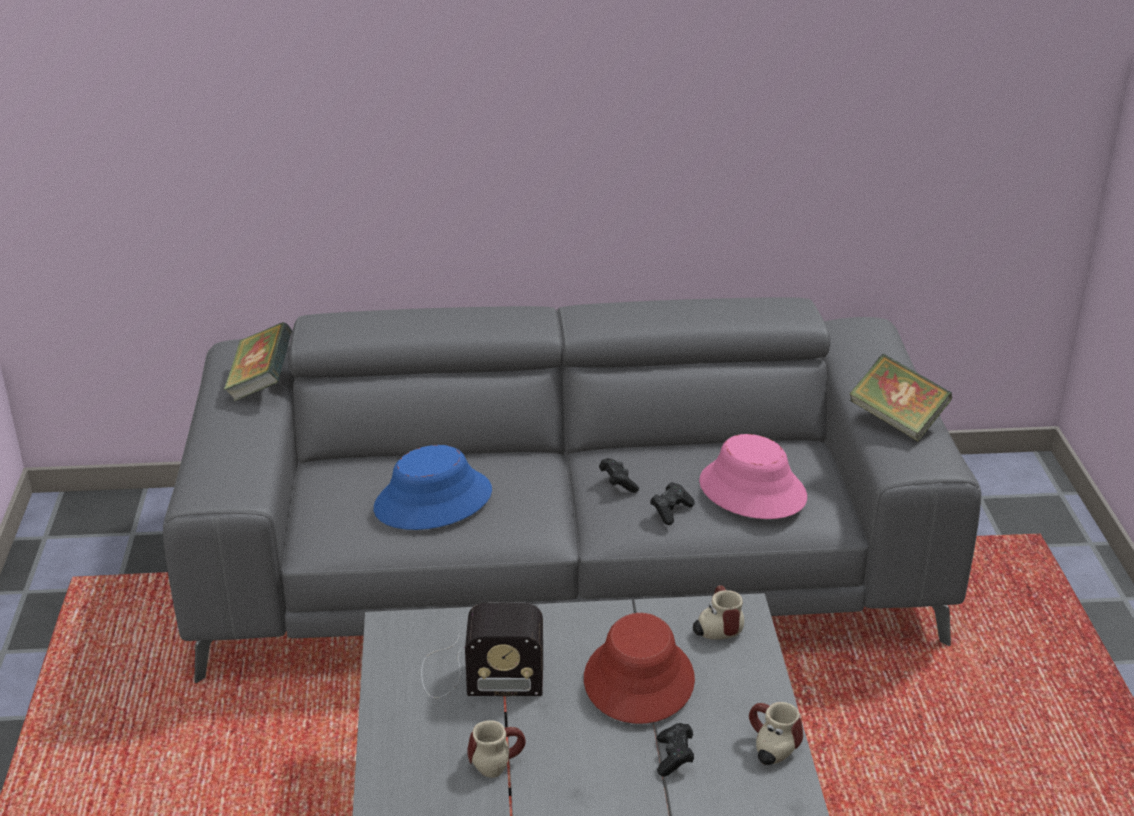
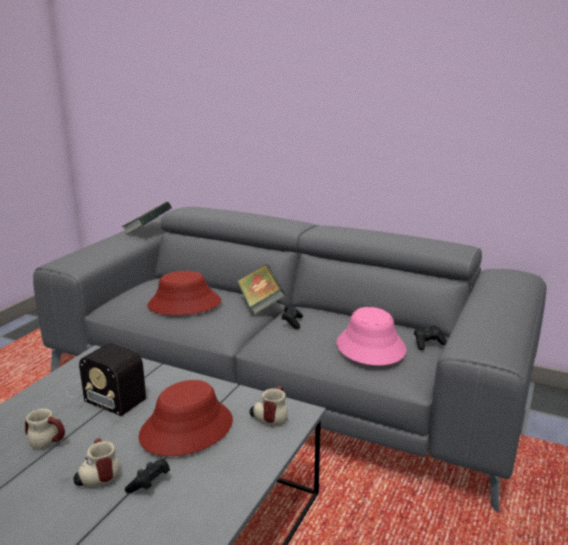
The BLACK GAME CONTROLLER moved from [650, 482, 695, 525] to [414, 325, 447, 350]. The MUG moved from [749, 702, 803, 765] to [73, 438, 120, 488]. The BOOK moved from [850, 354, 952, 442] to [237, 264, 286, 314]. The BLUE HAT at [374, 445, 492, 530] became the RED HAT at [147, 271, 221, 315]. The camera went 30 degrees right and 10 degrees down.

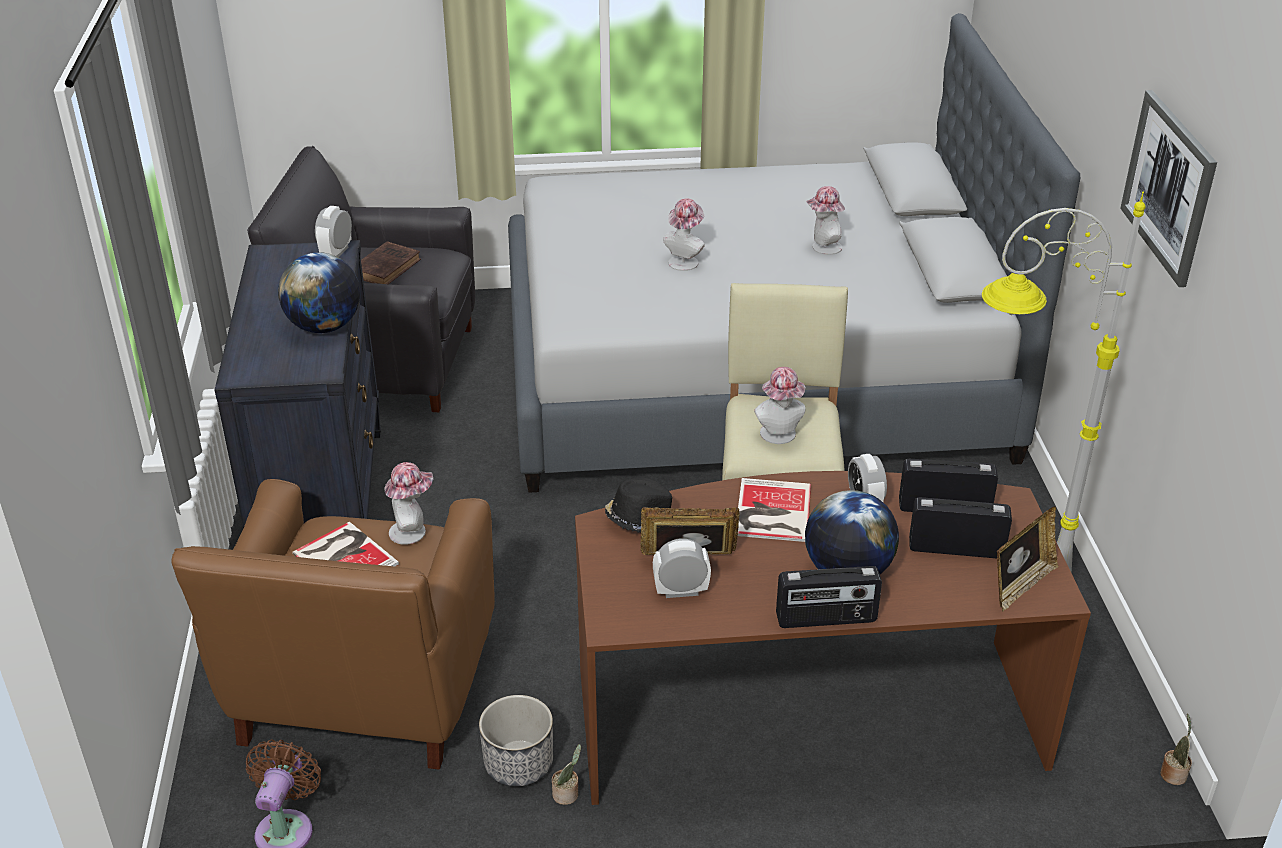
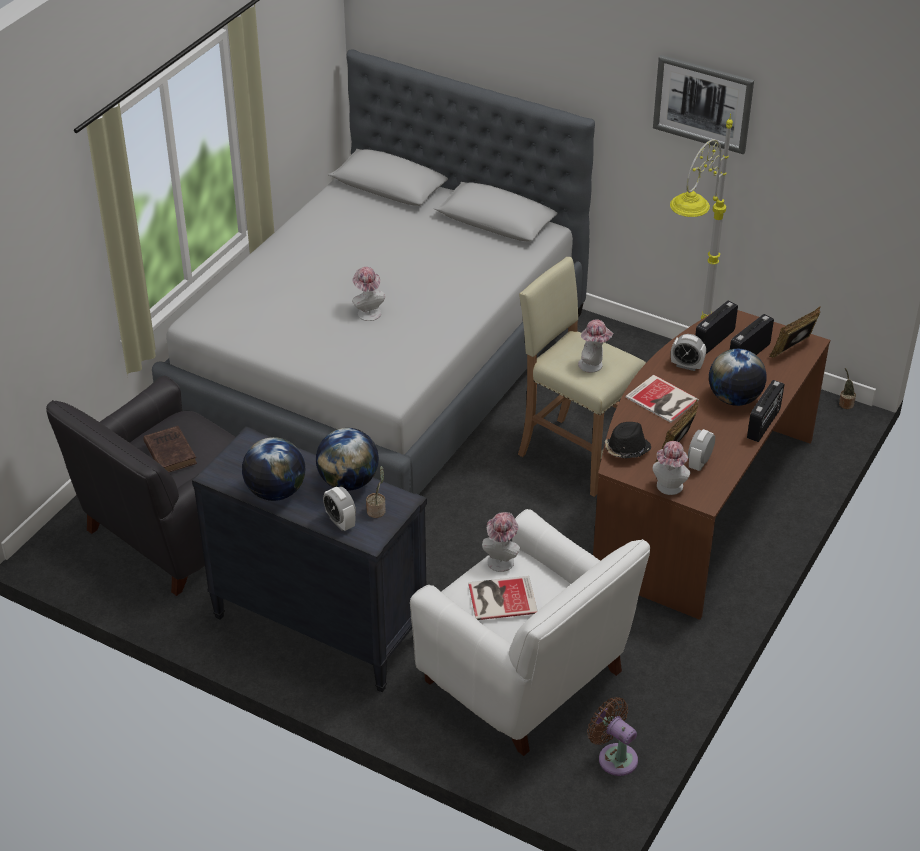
The PLANTER at [479, 695, 553, 787] disappeared. The GLOBE at [242, 437, 305, 501] appeared. The ALARM CLOCK moved from [315, 206, 352, 257] to [323, 487, 356, 531]. The POTTED PLANT moved from [552, 744, 581, 805] to [366, 466, 386, 518]. The HAT moved from [806, 186, 845, 255] to [653, 441, 691, 495]. The BROWN ARMCHAIR at [171, 479, 495, 770] became the WHITE ARMCHAIR at [410, 509, 650, 756]. The PICTURE FRAME at [997, 506, 1059, 612] turned 120 degrees counterclockwise. The camera went 55 degrees left and 5 degrees up.

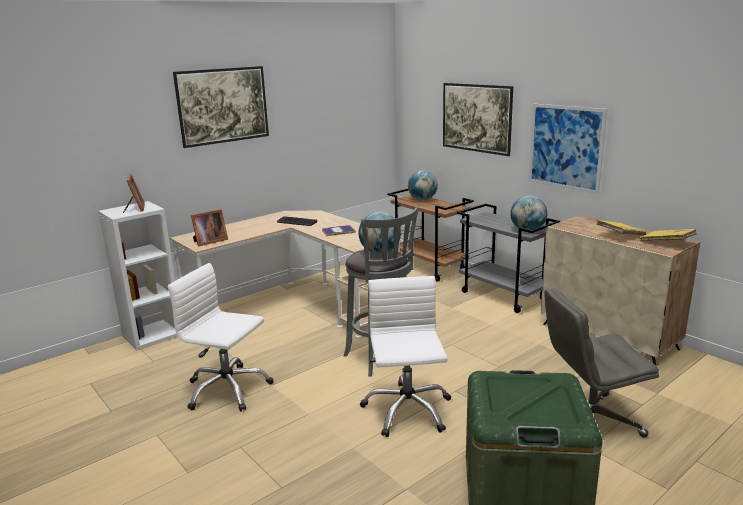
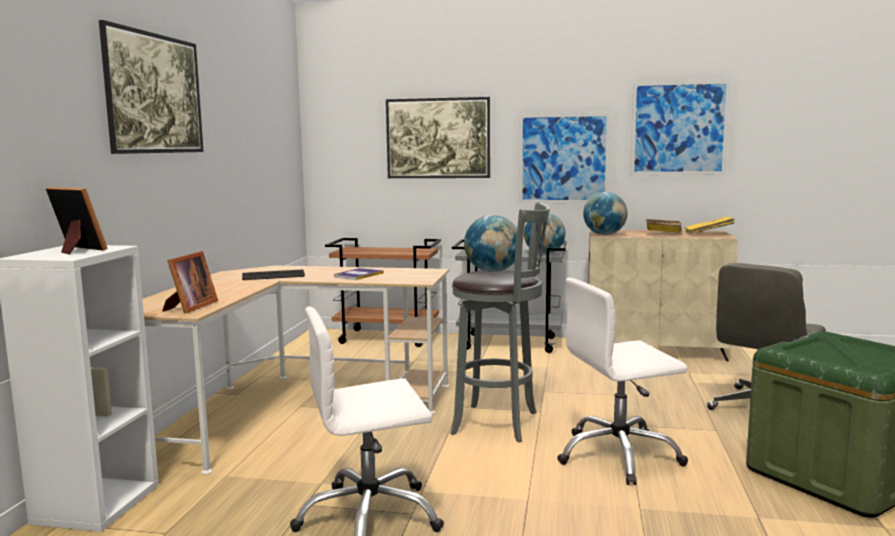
The PICTURE at [630, 80, 731, 175] appeared. The GLOBE moved from [408, 171, 438, 200] to [583, 192, 628, 235]. The WHITE OFFICE CHAIR at [360, 276, 451, 437] turned 60 degrees counterclockwise. The camera went 40 degrees left and 10 degrees down.

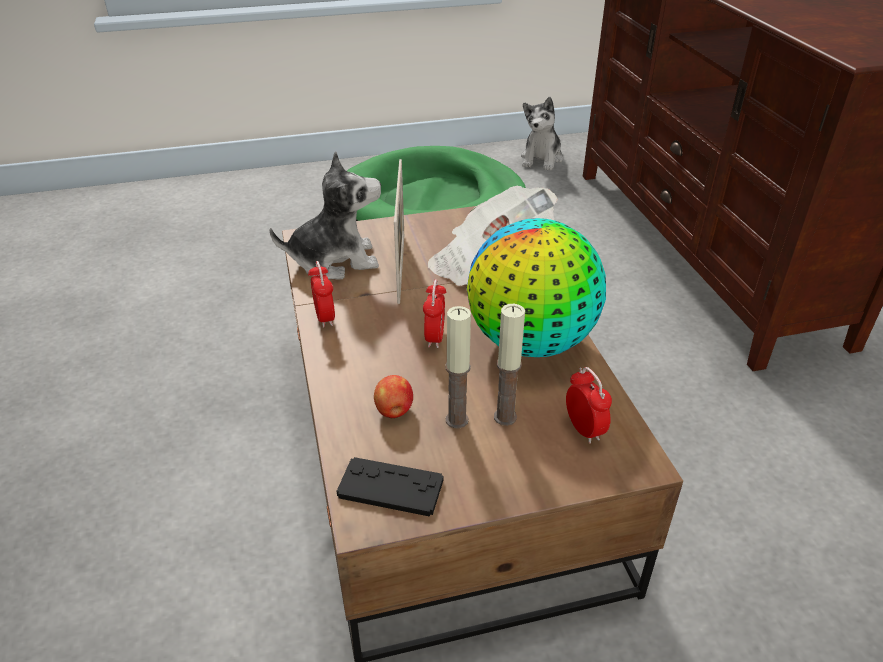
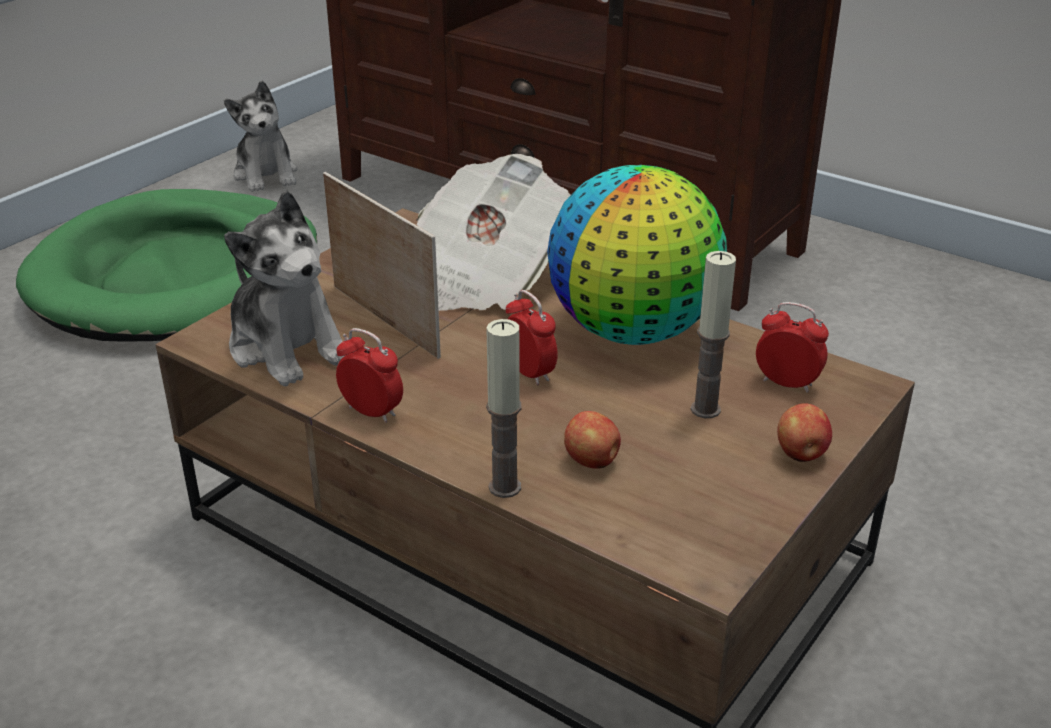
The BLACK GAME CONTROLLER at [337, 457, 443, 517] disappeared. The APPLE at [777, 403, 832, 462] appeared. The CANDLE moved from [445, 306, 471, 428] to [486, 319, 521, 498]. The PLUSH TOY at [269, 151, 381, 280] turned 105 degrees clockwise. The camera went 40 degrees left and 5 degrees down.

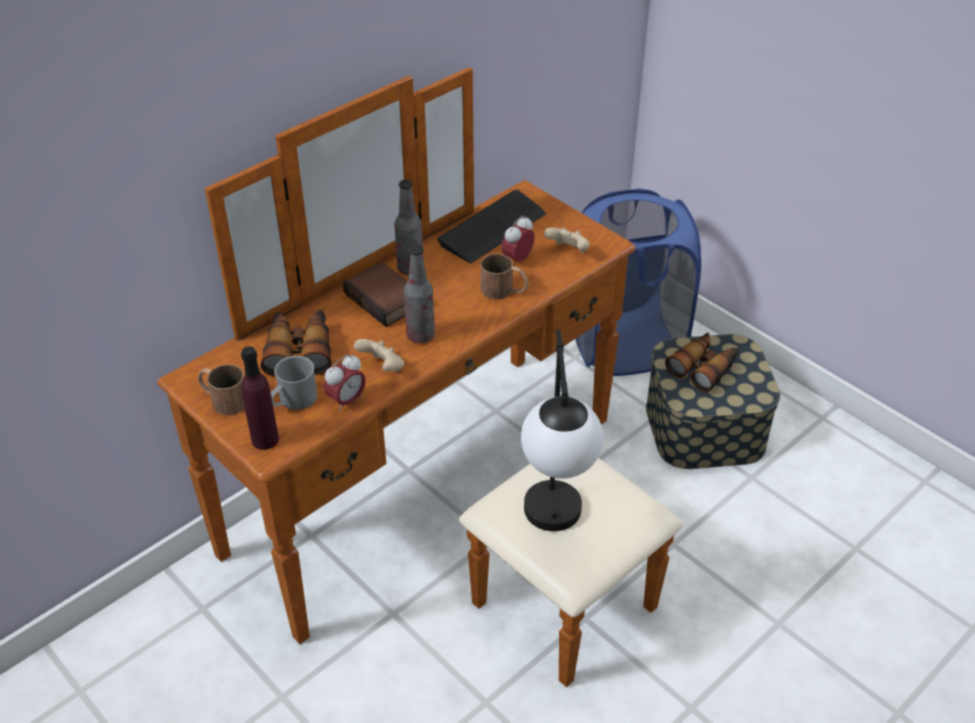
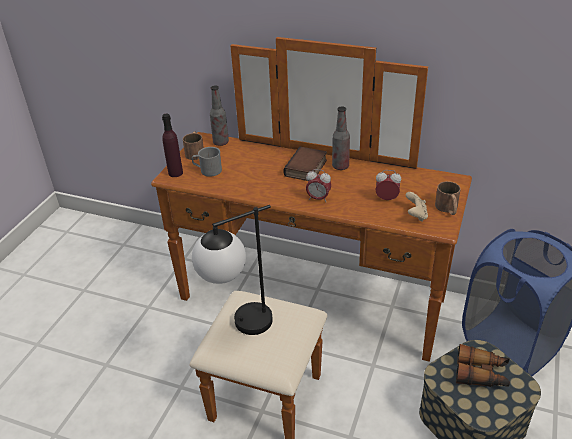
The BINOCULARS at [261, 310, 331, 377] disappeared. The BEIGE GAME CONTROLLER at [354, 339, 404, 372] disappeared. The KEYBOARD at [437, 189, 546, 263] disappeared. The ALARM CLOCK moved from [324, 355, 366, 412] to [306, 169, 331, 202]. The BOTTLE moved from [404, 244, 435, 343] to [210, 85, 229, 146]. The BROWN MUG moved from [480, 254, 528, 299] to [435, 181, 461, 215]. The camera went 65 degrees right and 5 degrees down.

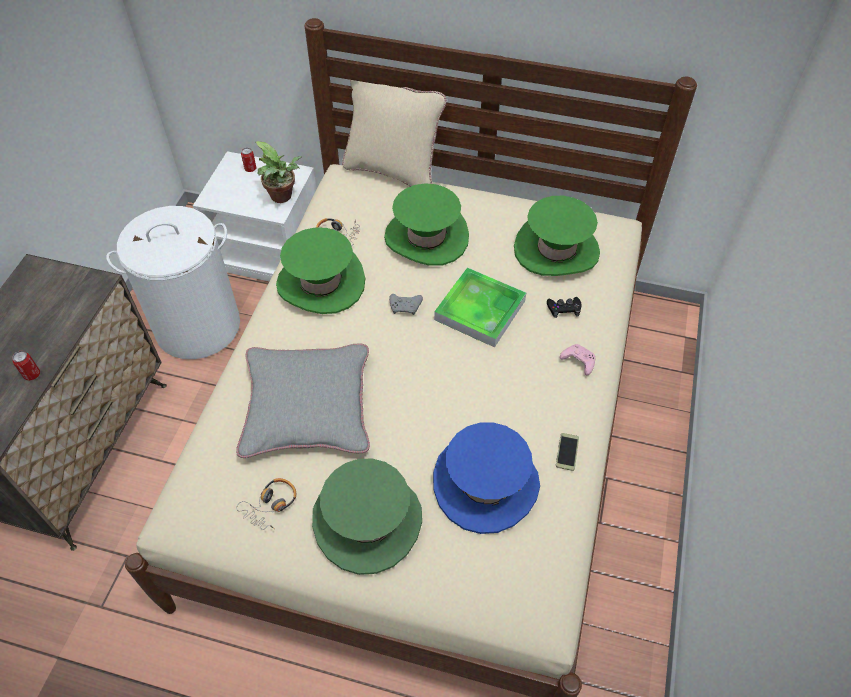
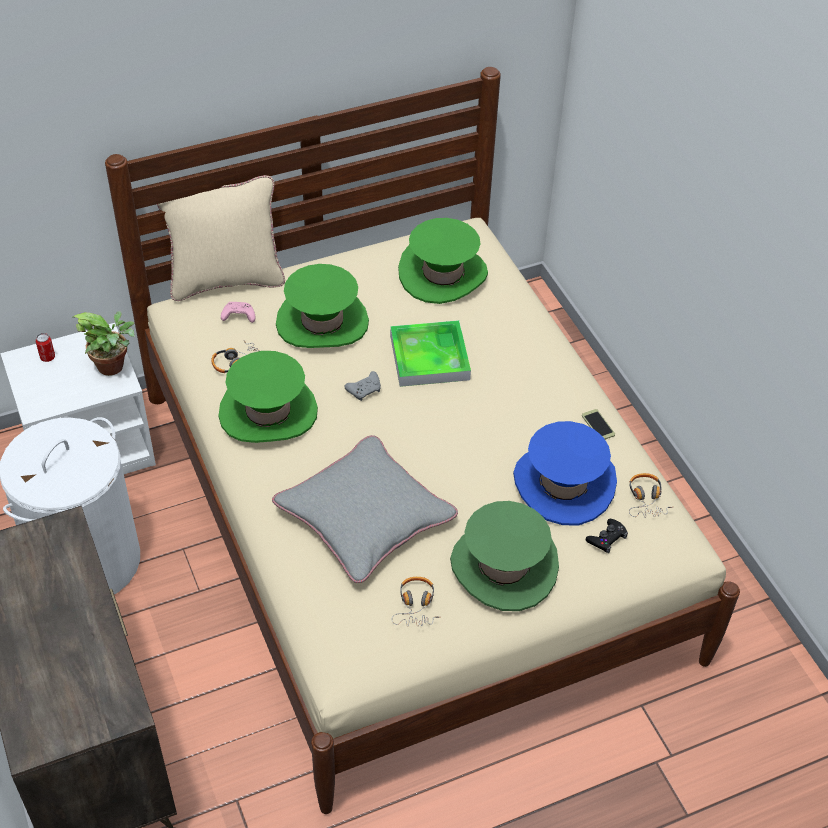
The CAN at [12, 351, 40, 381] disappeared. The HEADPHONES at [629, 473, 672, 518] appeared. The BLACK GAME CONTROLLER moved from [547, 297, 582, 318] to [586, 519, 628, 553]. The PINK GAME CONTROLLER moved from [560, 344, 595, 375] to [221, 302, 255, 323]. The camera went 40 degrees left and 5 degrees down.

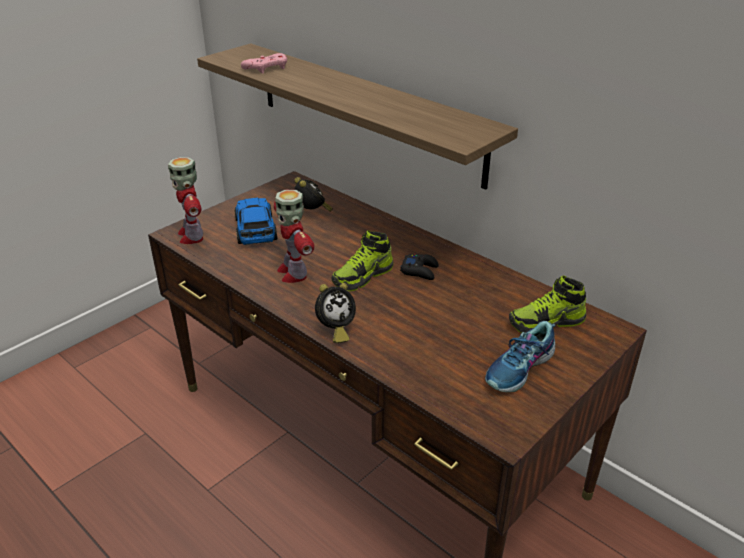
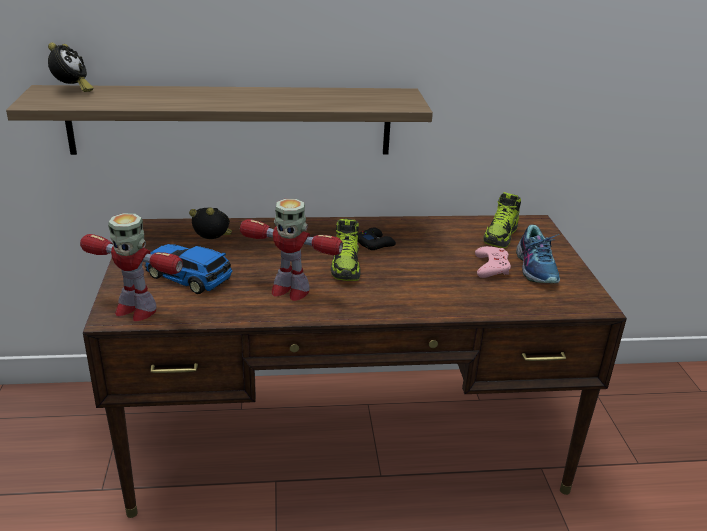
The PINK GAME CONTROLLER moved from [241, 53, 287, 73] to [475, 246, 511, 278]. The ALARM CLOCK moved from [315, 283, 356, 343] to [48, 43, 94, 92]. The camera went 50 degrees left and 5 degrees down.

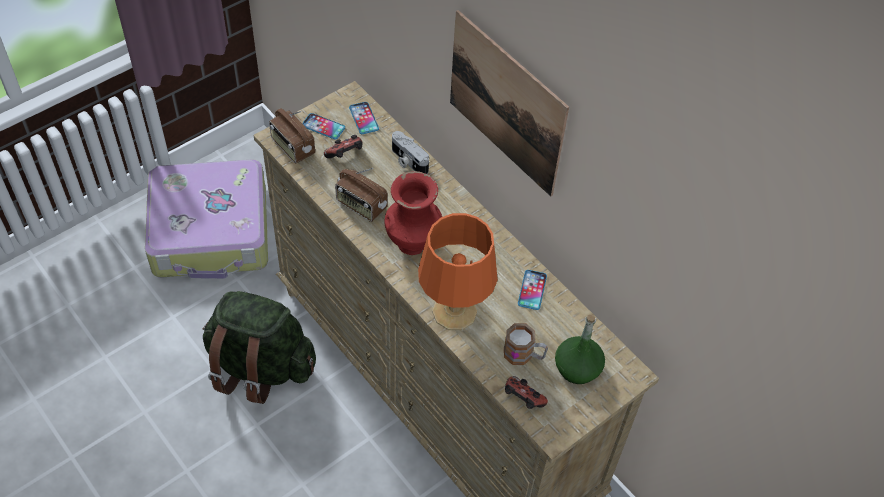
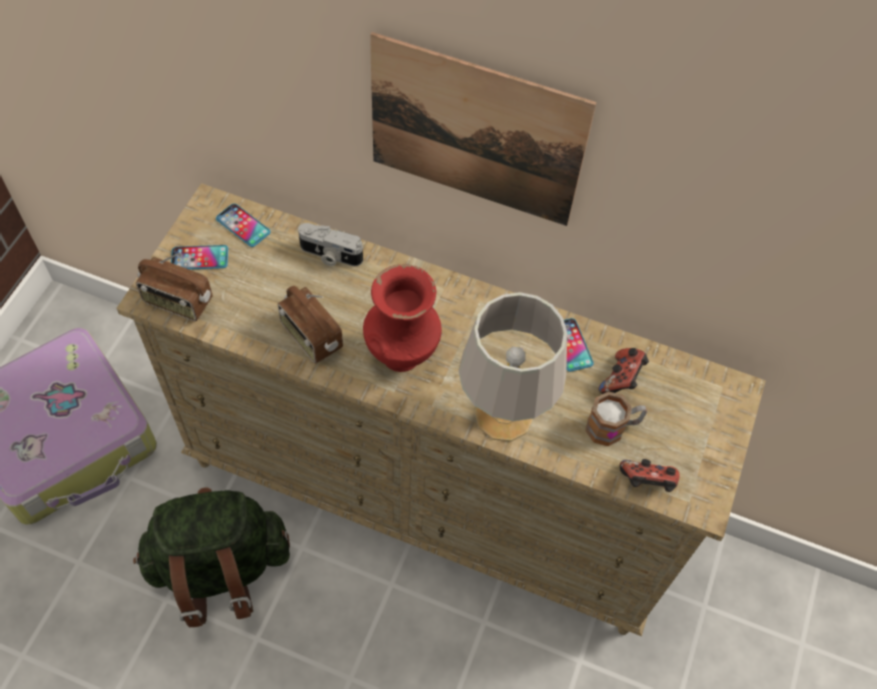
The GREEN BOTTLE at [555, 315, 605, 384] disappeared. The GAME CONTROLLER moved from [324, 135, 363, 159] to [599, 348, 649, 394]. The ORANGE TABLE LAMP at [418, 213, 498, 330] became the GREY TABLE LAMP at [458, 292, 567, 442]. The RADIO at [335, 168, 388, 222] turned 45 degrees clockwise. The camera went 30 degrees left and 5 degrees up.

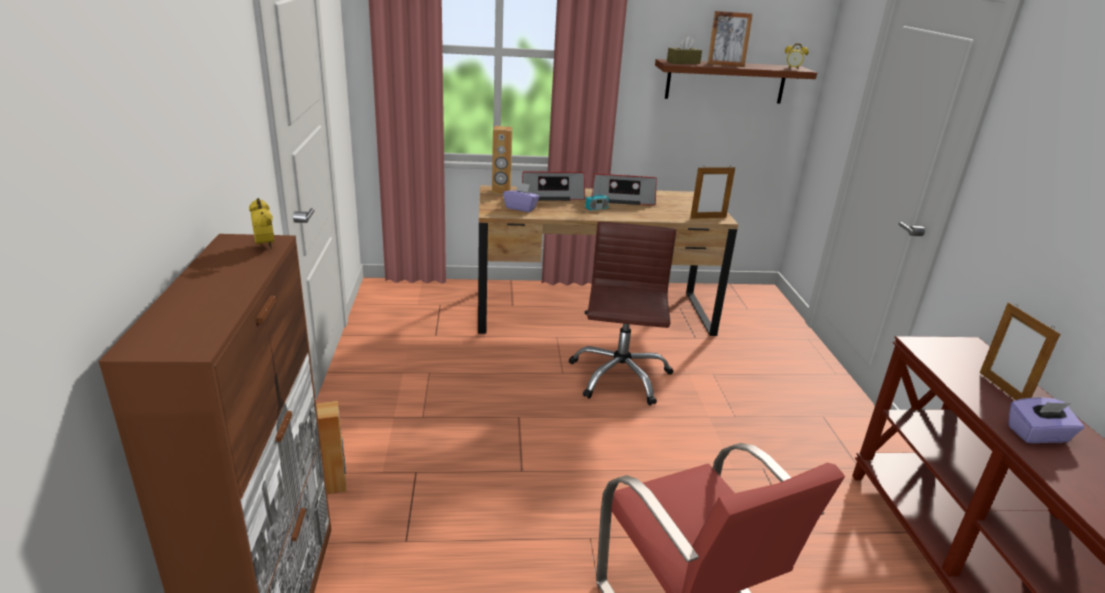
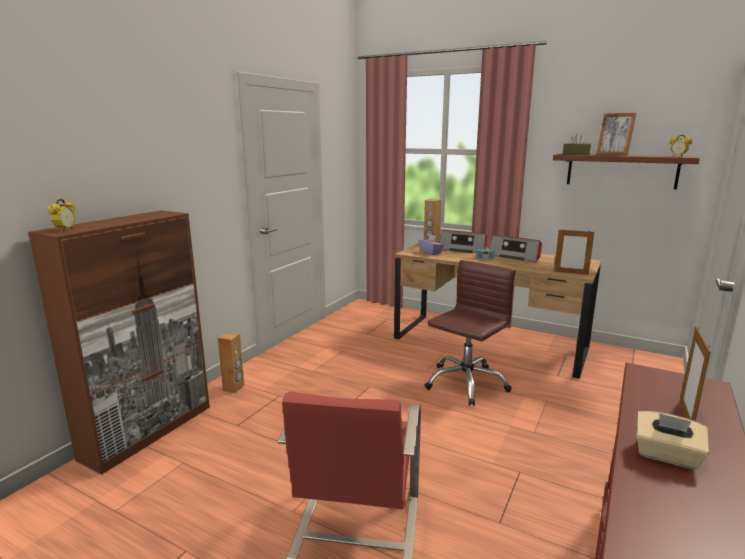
The ALARM CLOCK moved from [249, 198, 274, 249] to [48, 198, 75, 231]. The PURPLE TISSUE BOX at [1009, 397, 1084, 443] became the BEIGE TISSUE BOX at [636, 411, 709, 470]. The camera went 35 degrees right and 10 degrees down.

